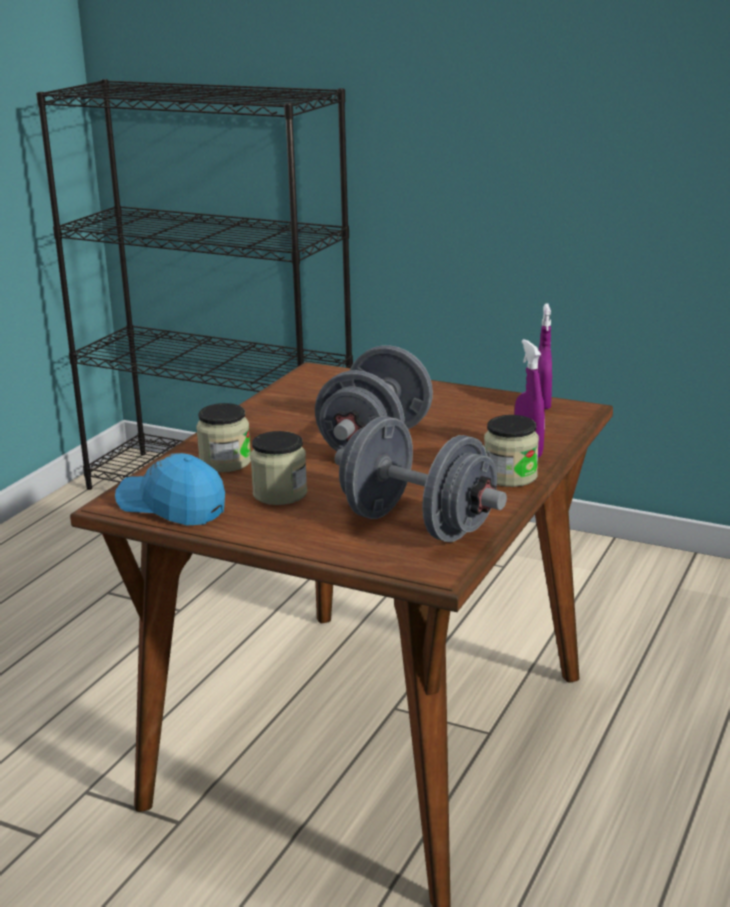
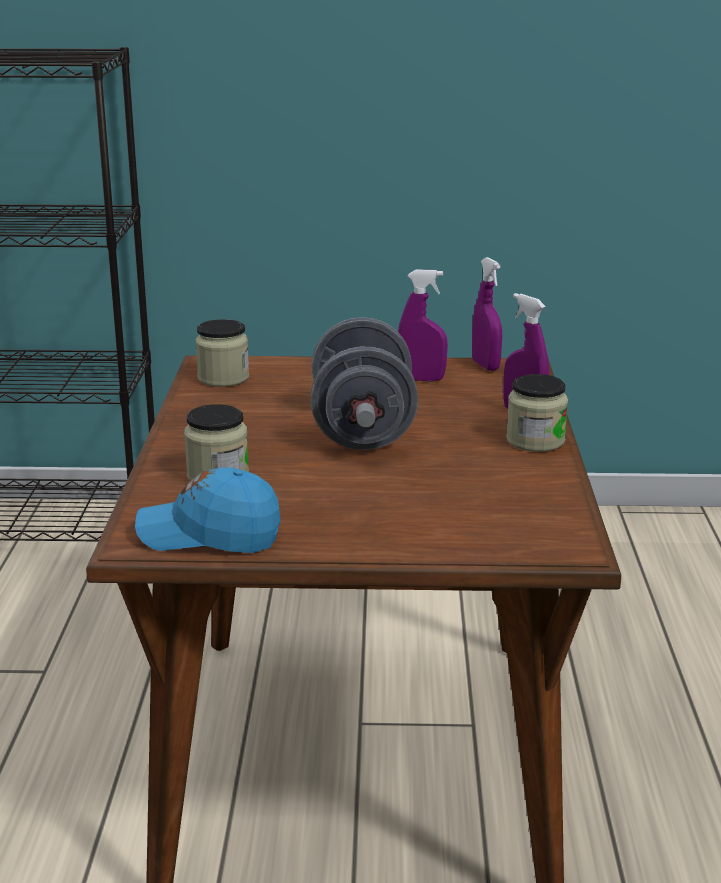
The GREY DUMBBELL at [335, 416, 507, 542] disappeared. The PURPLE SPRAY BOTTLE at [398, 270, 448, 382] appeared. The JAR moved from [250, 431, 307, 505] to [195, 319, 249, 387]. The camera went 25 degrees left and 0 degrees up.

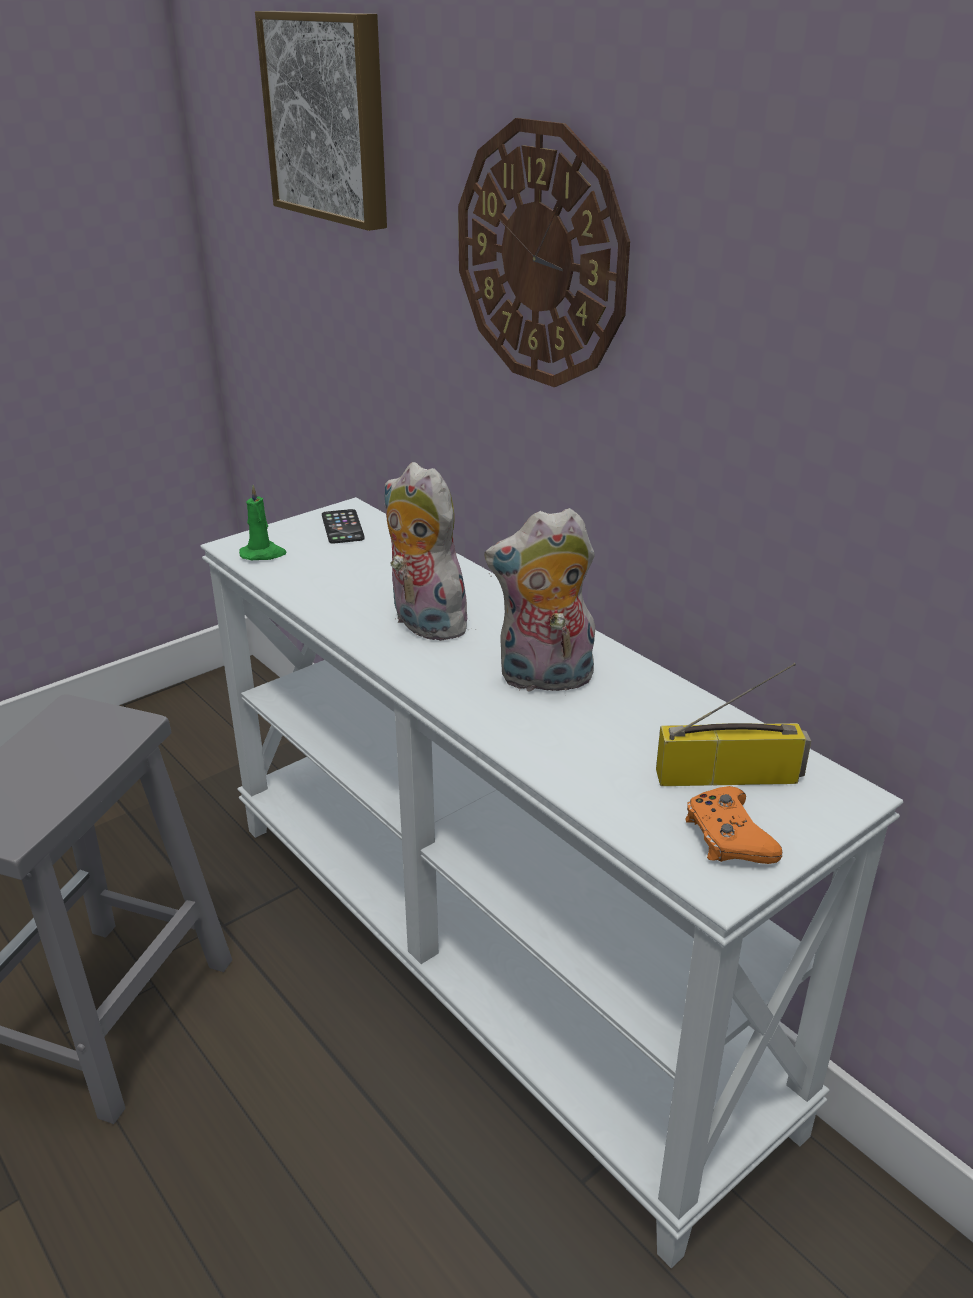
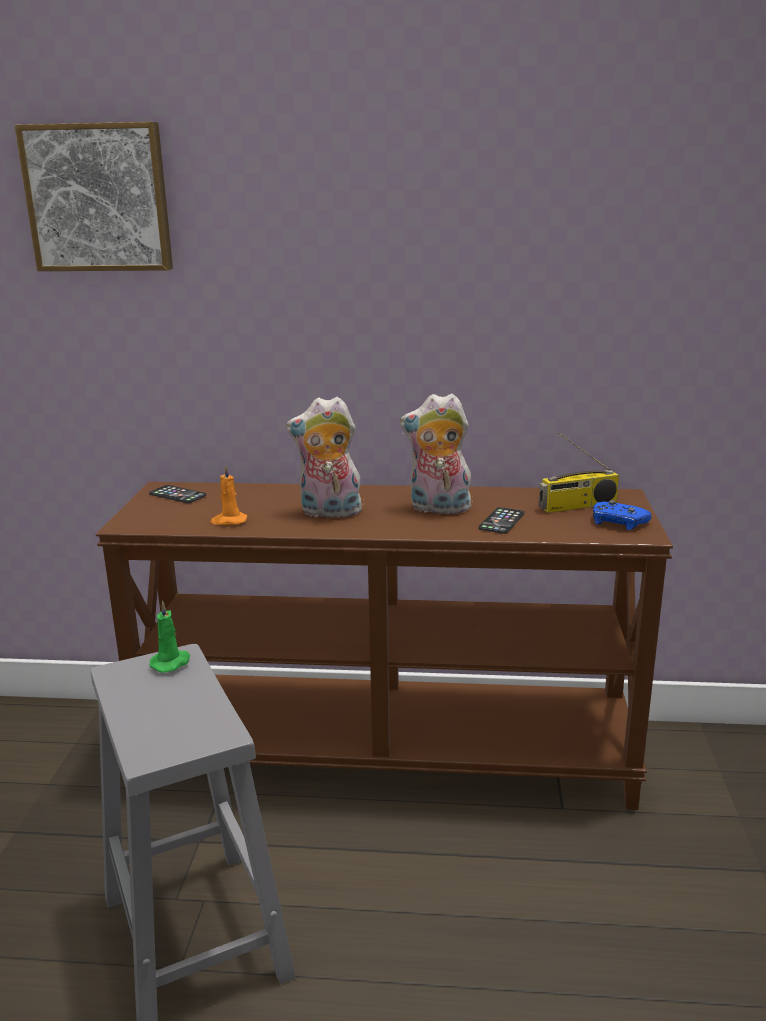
The WALL CLOCK at [458, 118, 630, 387] disappeared. The ORANGE CANDLE at [210, 464, 247, 525] appeared. The PHONE at [478, 507, 525, 534] appeared. The GREEN CANDLE moved from [239, 485, 287, 560] to [149, 601, 191, 673]. The WHITE CONSOLE TABLE at [200, 497, 903, 1268] became the BROWN CONSOLE TABLE at [96, 482, 673, 810]. The ORANGE GAME CONTROLLER at [685, 786, 782, 864] became the BLUE GAME CONTROLLER at [593, 500, 651, 530]. The PLUSH TOY at [484, 508, 595, 691] turned 60 degrees clockwise. The RADIO at [656, 663, 811, 786] turned 150 degrees counterclockwise. The camera went 45 degrees left and 10 degrees down.

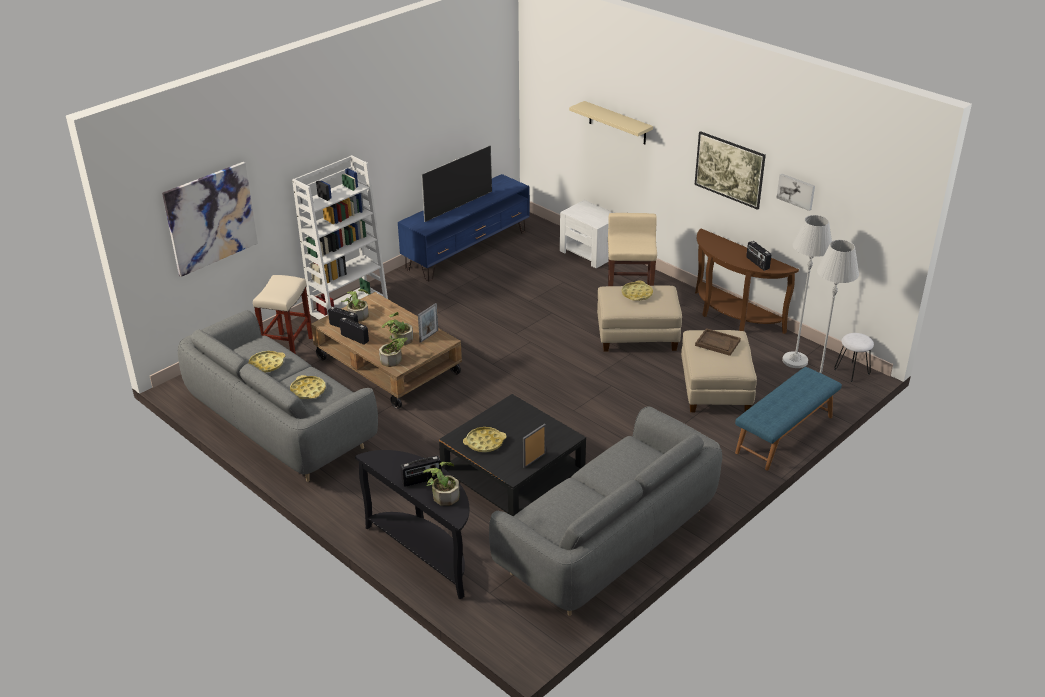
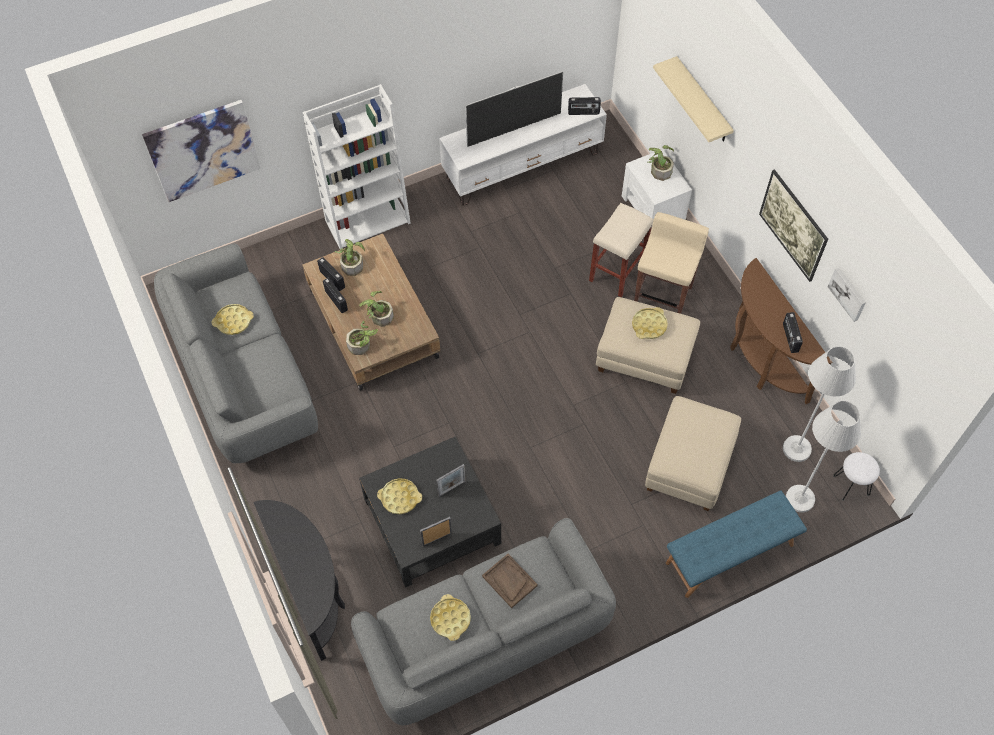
The BEIGE STOOL moved from [253, 275, 313, 354] to [589, 203, 653, 297]. The YELLOW TRAY moved from [290, 375, 326, 399] to [430, 594, 471, 641]. The RADIO moved from [400, 455, 442, 487] to [568, 97, 601, 115]. The PICTURE FRAME moved from [418, 303, 438, 343] to [436, 464, 466, 497]. The POTTED PLANT moved from [423, 462, 459, 505] to [648, 145, 674, 181]. The BROWN TRAY moved from [695, 328, 741, 356] to [482, 554, 538, 608]. The BLUE TV STAND at [398, 174, 530, 281] became the WHITE TV STAND at [439, 84, 607, 206]. The camera went 20 degrees right and 25 degrees up.

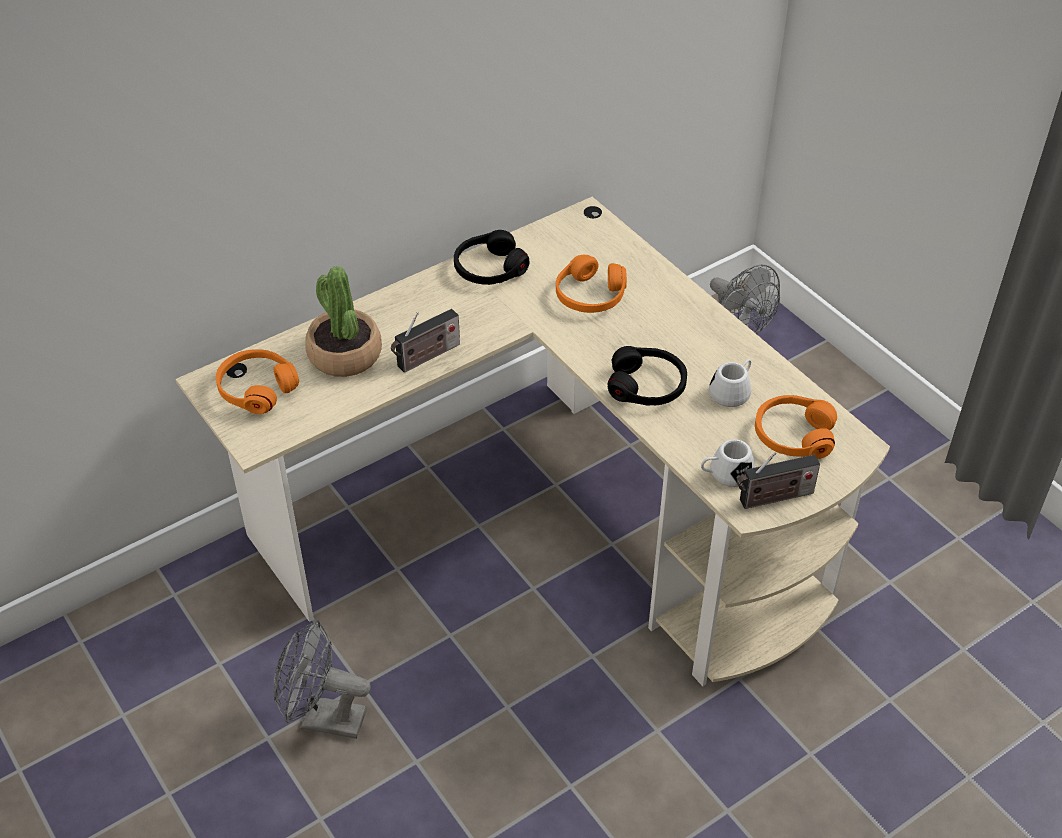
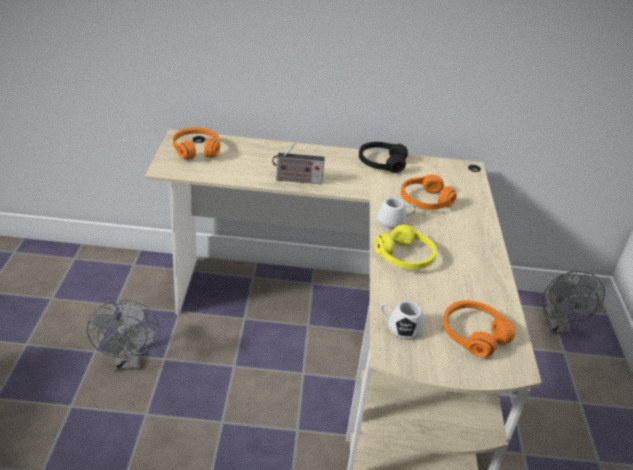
The POTTED PLANT at [306, 266, 382, 377] disappeared. The RADIO at [737, 452, 820, 509] disappeared. The WHITE MUG moved from [709, 359, 751, 407] to [377, 198, 416, 229]. The BLACK HEADPHONES at [608, 346, 687, 406] became the YELLOW HEADPHONES at [375, 225, 437, 270]. The GREY FAN at [273, 620, 371, 739] turned 150 degrees counterclockwise. The camera went 35 degrees right and 10 degrees down.

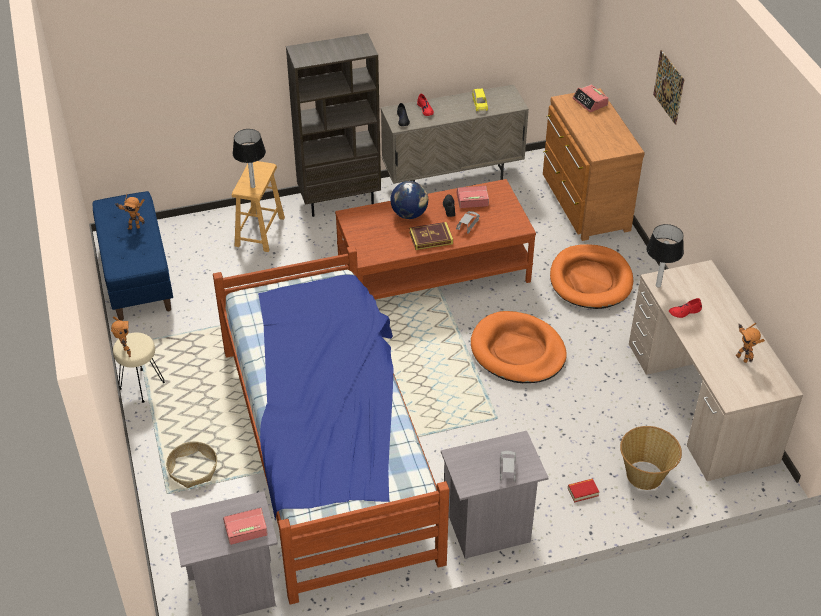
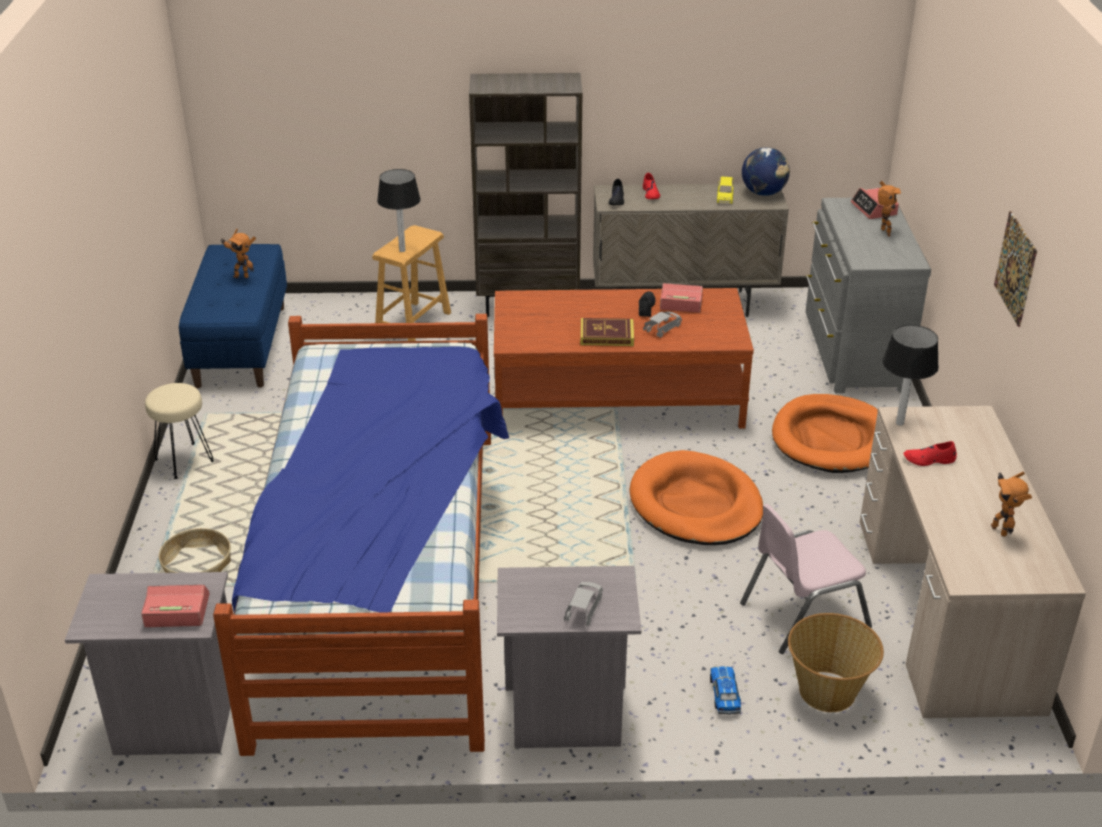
The PINK CHAIR at [740, 504, 872, 654] appeared. The TOY ROBOT moved from [111, 316, 131, 357] to [878, 181, 901, 236]. The GLOBE moved from [390, 181, 428, 219] to [742, 147, 790, 196]. The PICTURE moved from [653, 50, 685, 125] to [994, 211, 1037, 327]. The BOOK at [568, 479, 599, 503] was replaced by the TOY CAR at [710, 666, 741, 714]. The BROWN DRESSER at [543, 88, 645, 241] became the GREY DRESSER at [805, 198, 931, 393]. The camera went 15 degrees right and 10 degrees down.

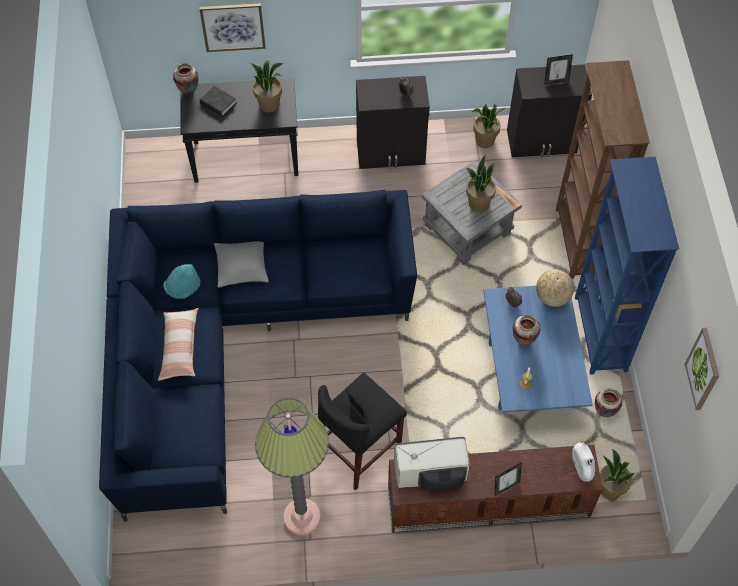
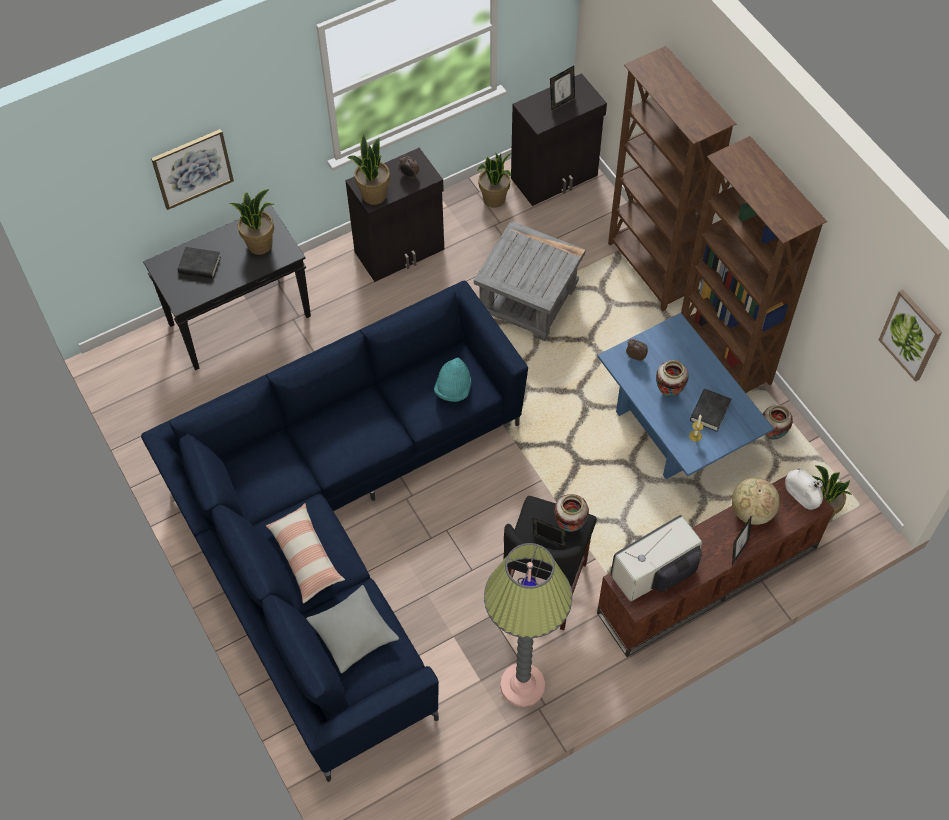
The BLACK BOOK at [690, 389, 731, 432] appeared. The TURQUOISE HAT moved from [163, 264, 201, 299] to [434, 357, 471, 402]. The VASE moved from [173, 63, 198, 95] to [554, 494, 589, 532]. The GREY PILLOW moved from [214, 241, 269, 288] to [306, 585, 399, 673]. The POTTED PLANT moved from [465, 155, 497, 212] to [348, 133, 390, 205]. The GLOBE moved from [536, 269, 574, 307] to [732, 478, 780, 525]. The BLUE BOOKCASE at [575, 157, 679, 375] became the BROWN BOOKCASE at [681, 136, 827, 393]. The camera went 25 degrees left and 0 degrees up.

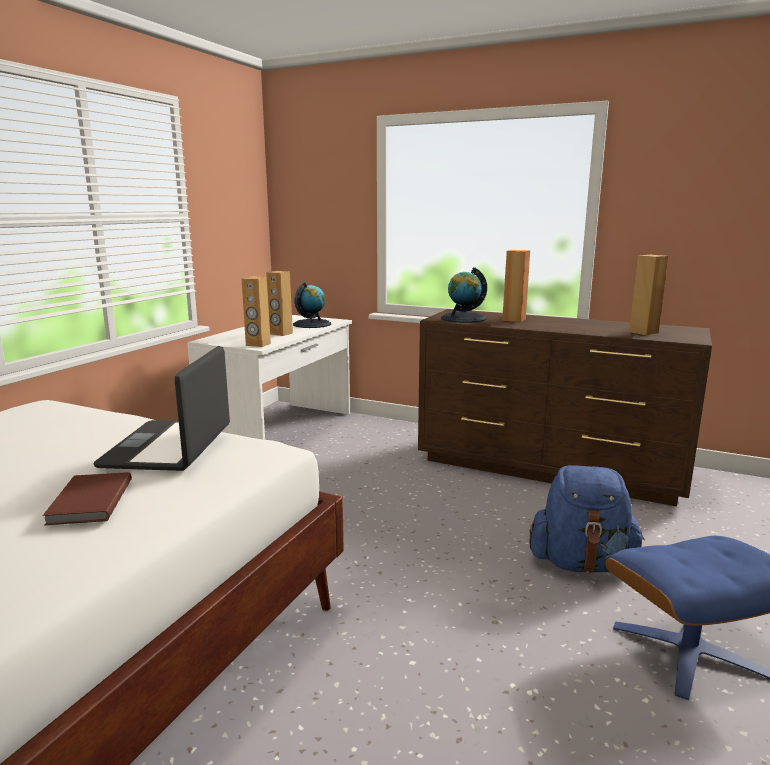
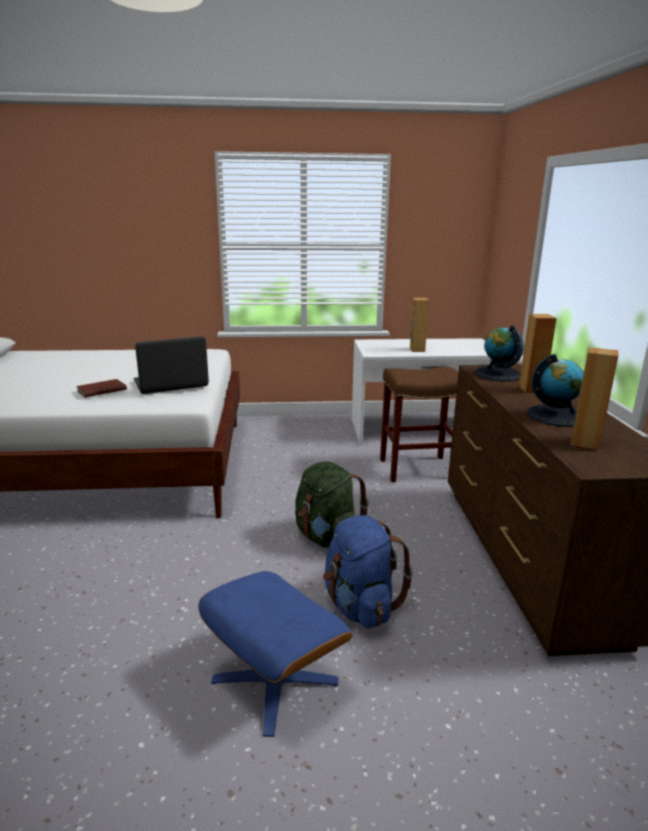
The BROWN SPEAKER at [241, 277, 271, 347] disappeared. The GREEN BACKPACK at [295, 461, 369, 548] appeared. The BROWN STOOL at [380, 367, 459, 482] appeared. The GLOBE moved from [293, 282, 332, 328] to [527, 354, 584, 427]. The camera went 60 degrees right and 5 degrees up.

